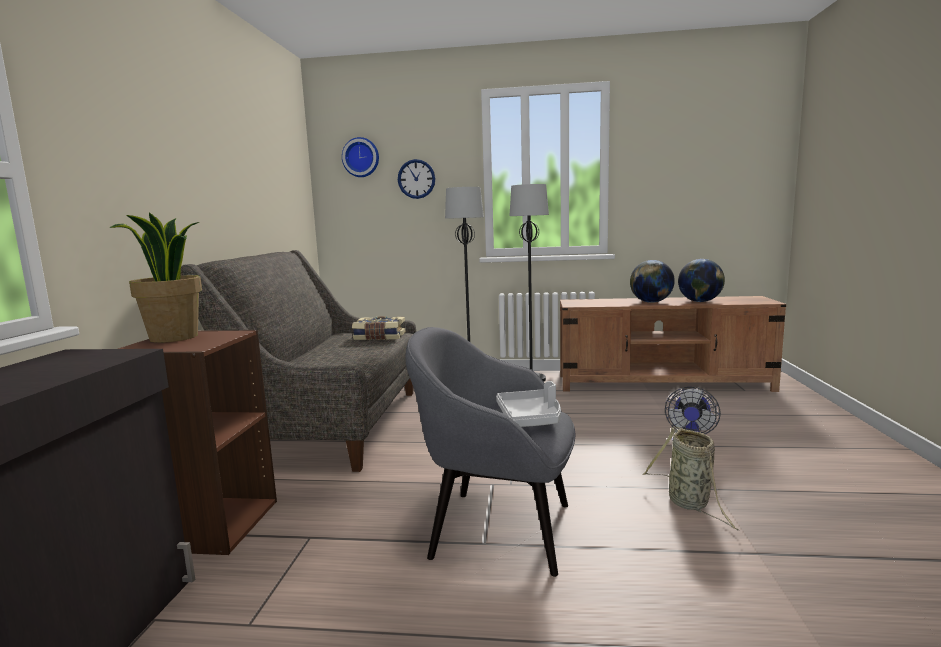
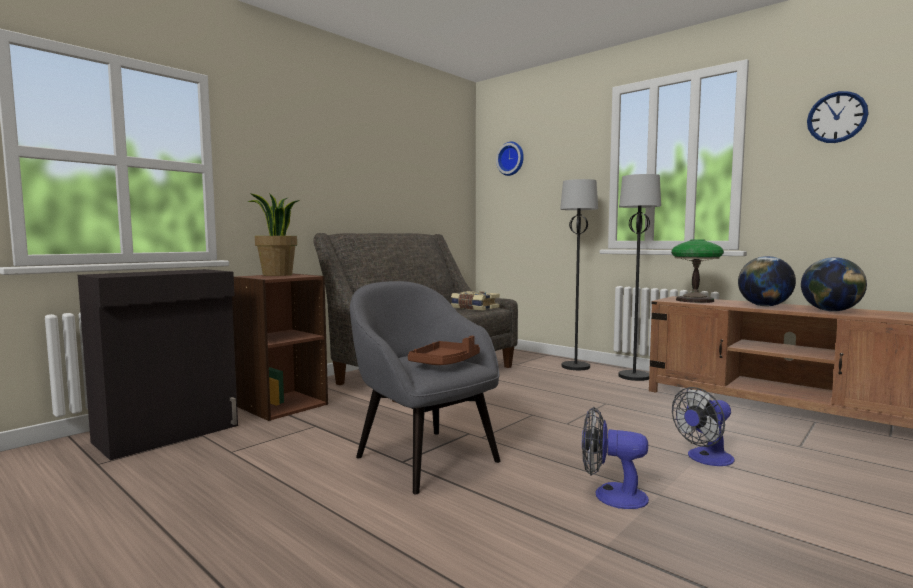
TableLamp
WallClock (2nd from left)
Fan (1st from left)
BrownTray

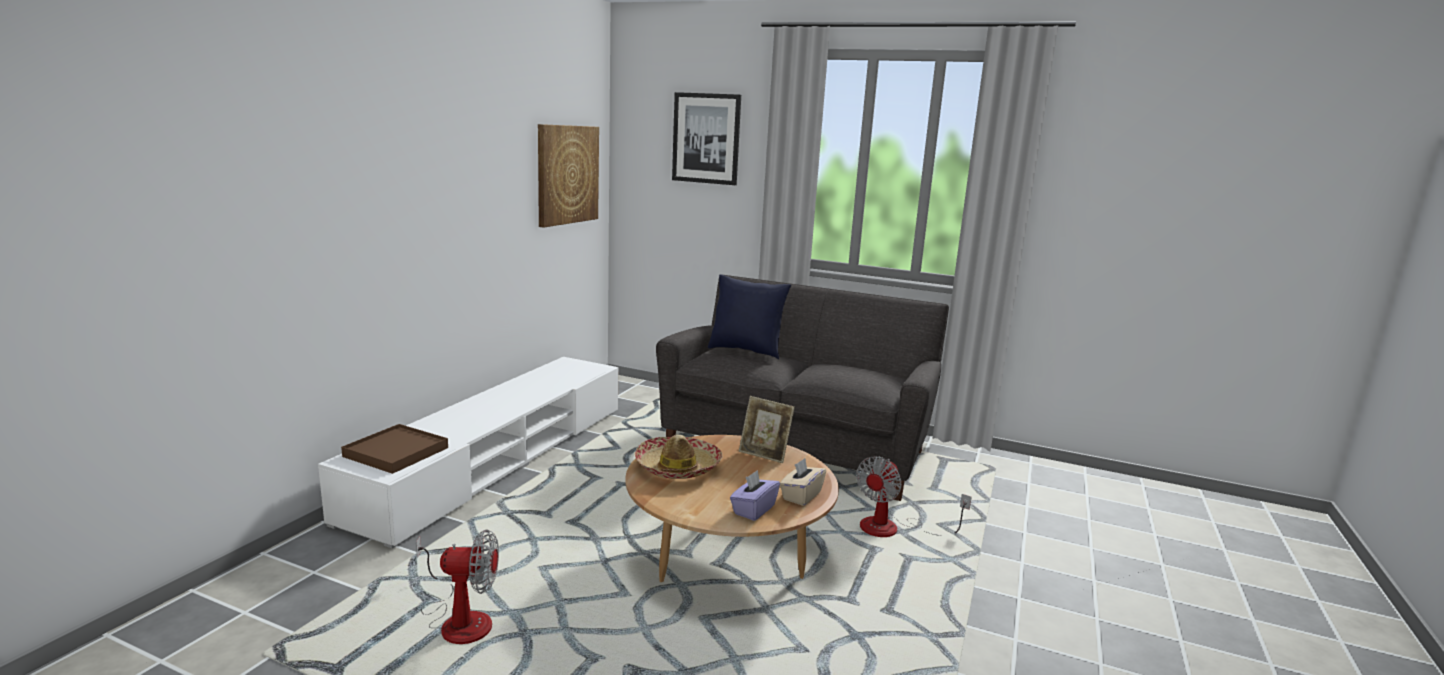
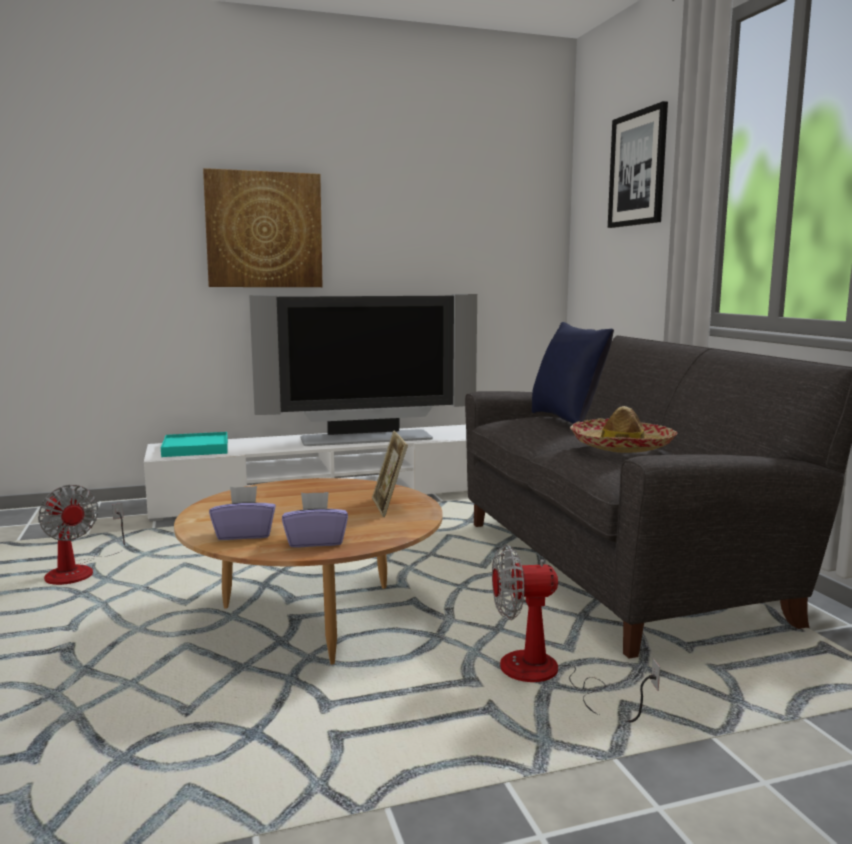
Television
Picture (1st from left)
Hat
TurquoiseTray
PurpleTissueBox (2nd from left)

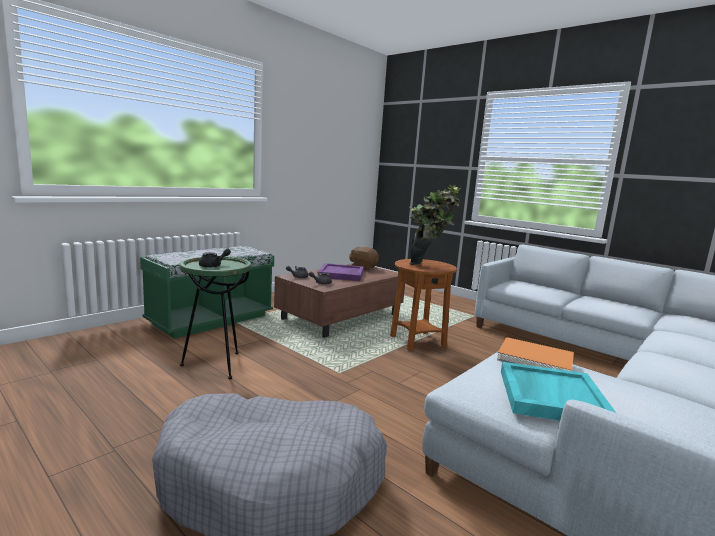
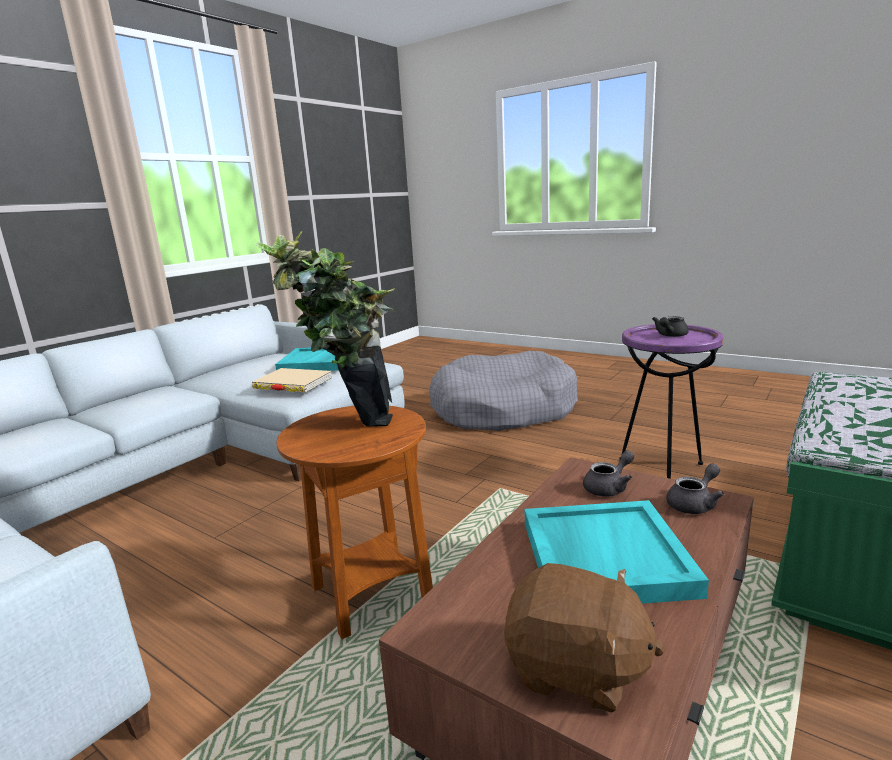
PurpleSideTable
TurquoiseTray (2nd from left)
BeigeBook

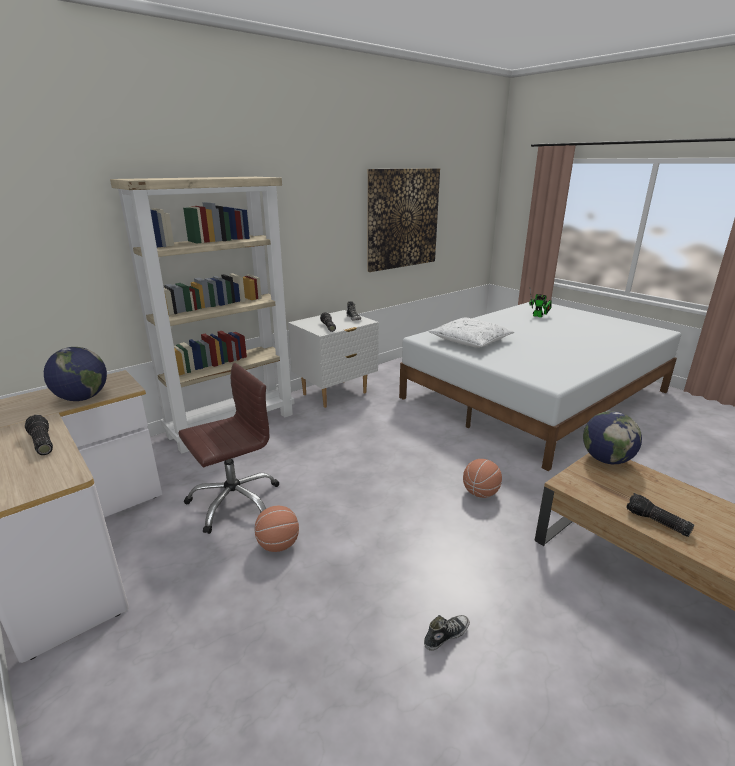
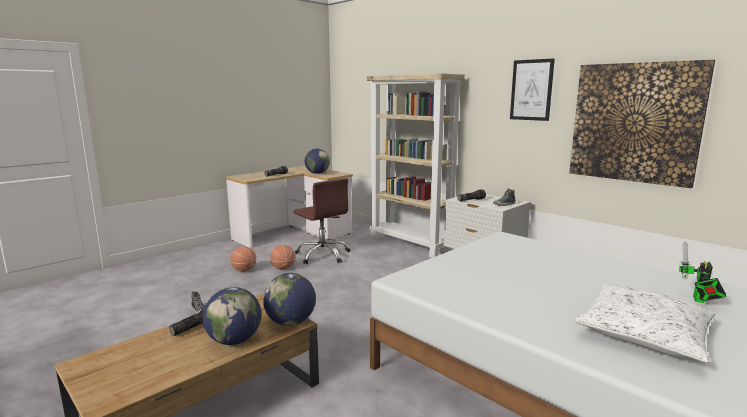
Globe (1st from left)
Picture (1st from left)
WhitePillow
Basketball (1st from left)

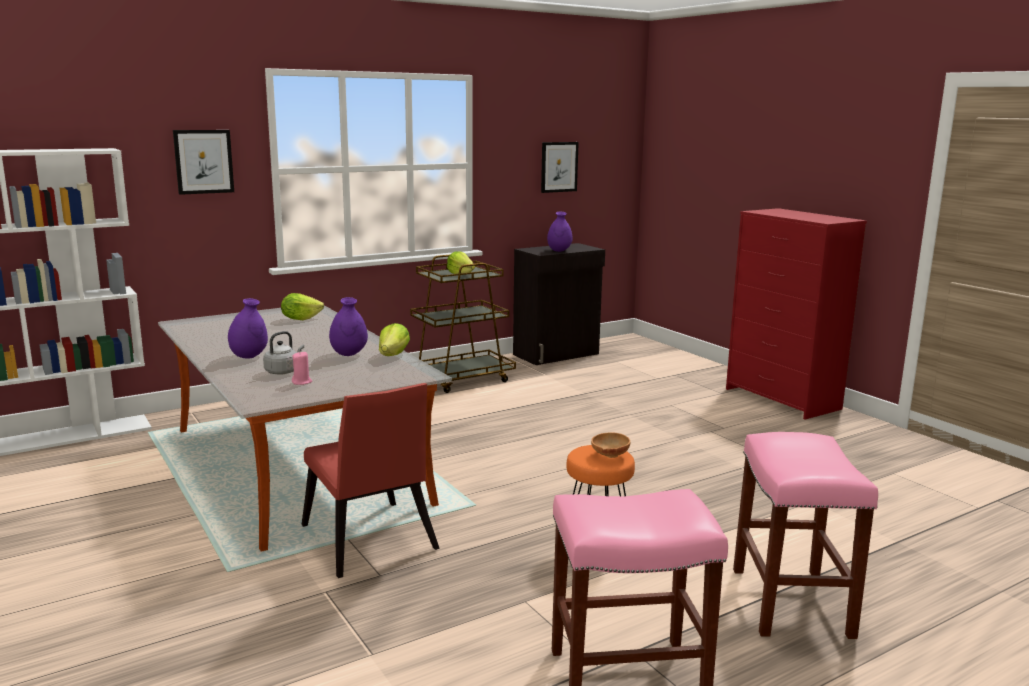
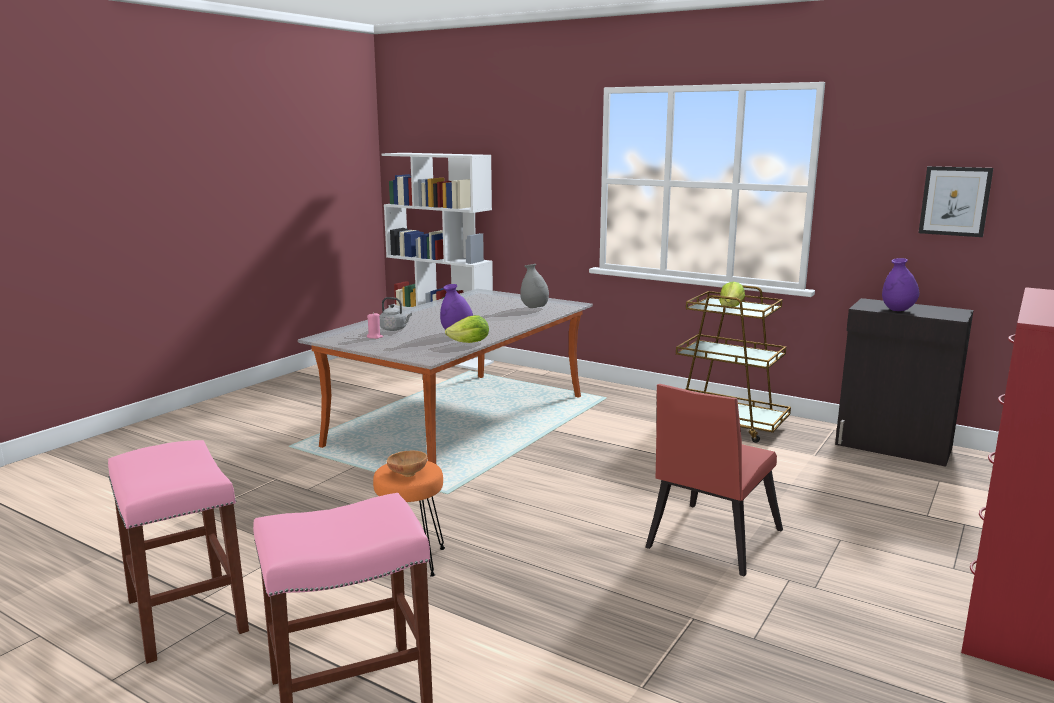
Picture (1st from left in the first image)
PurpleVase (1st from left in the first image)
RedChair
GreyVase

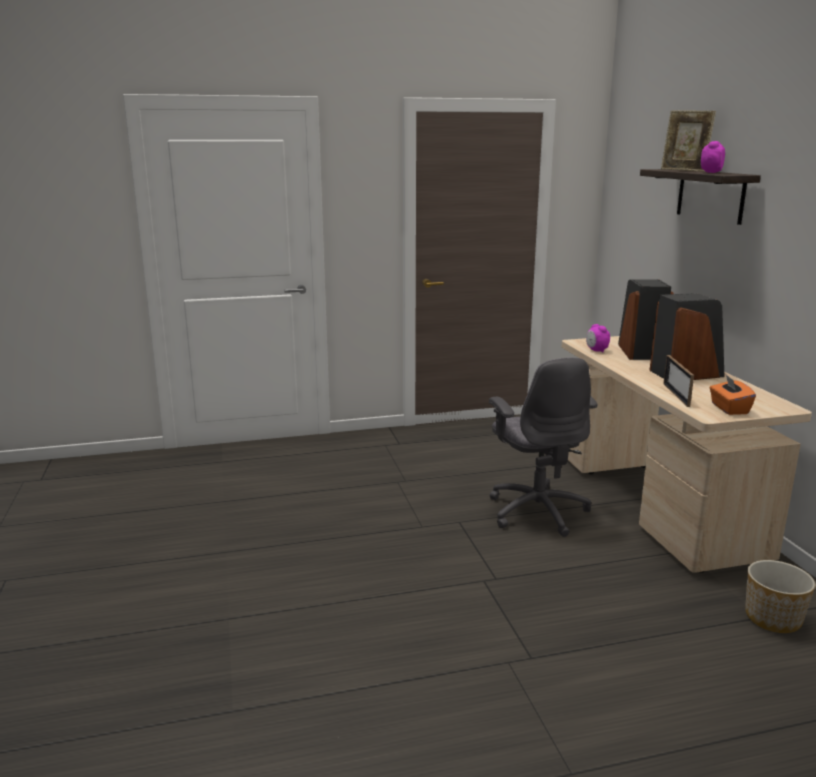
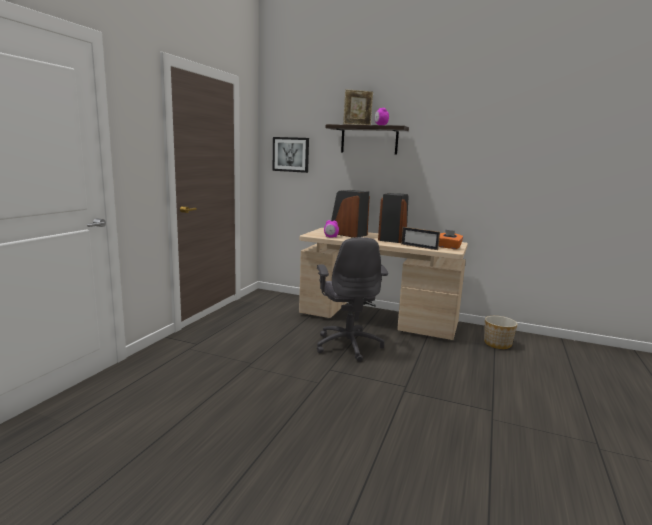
Picture
GreyOfficeChair

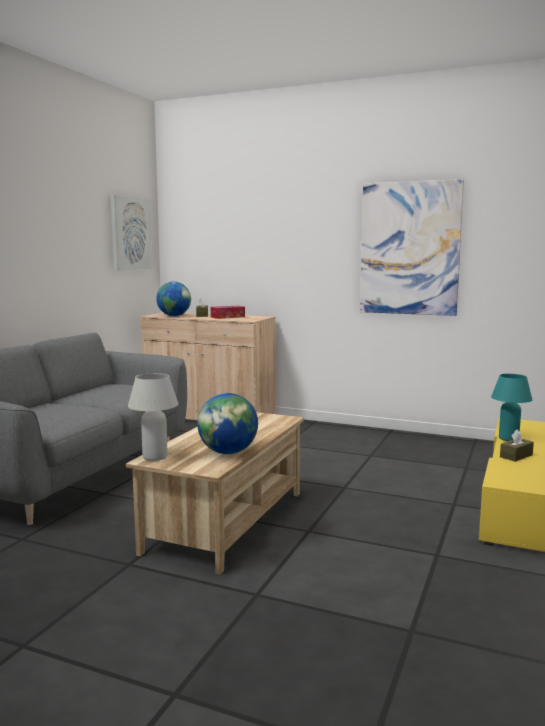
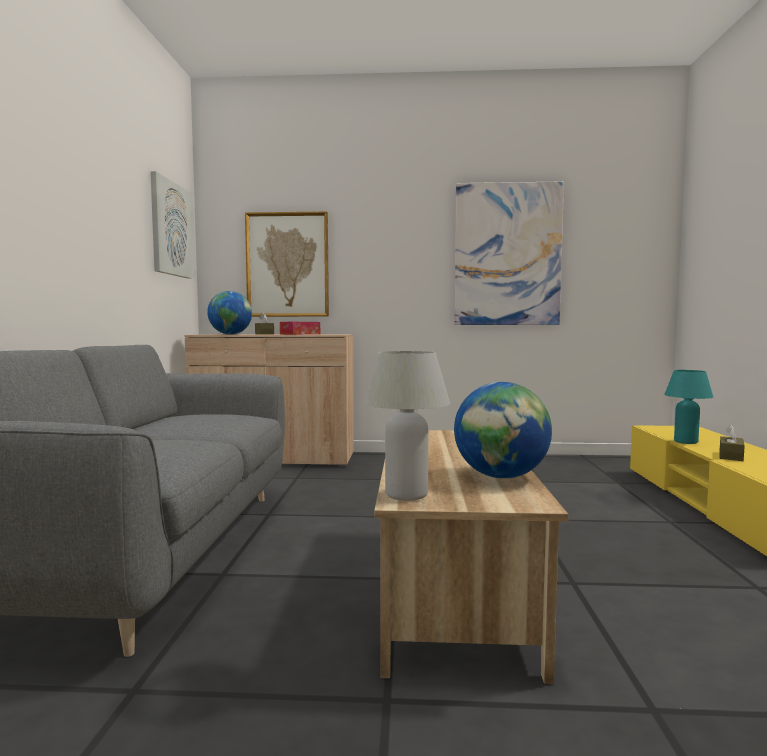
Picture (2nd from left)

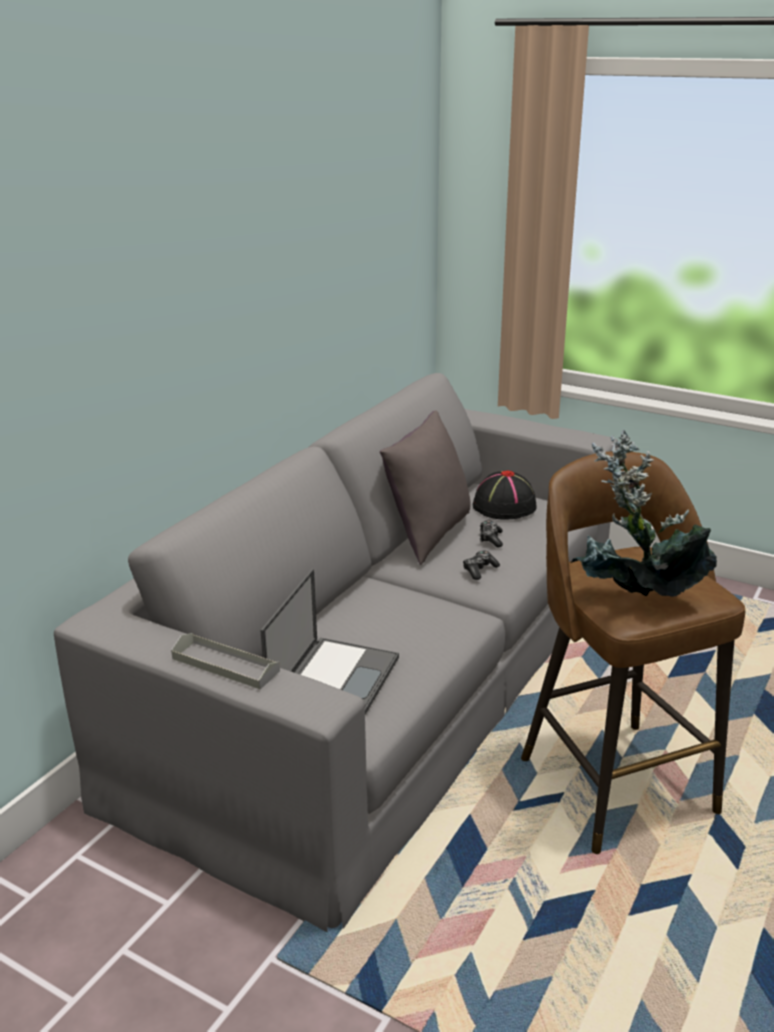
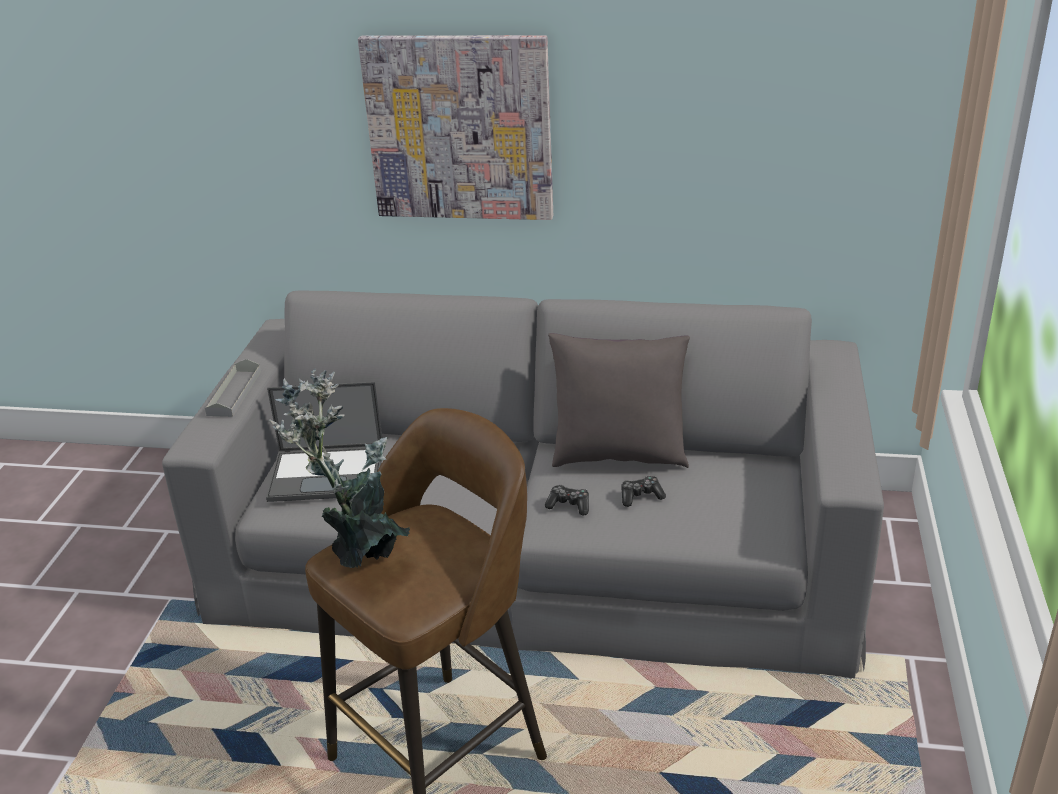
BlackHat
Picture

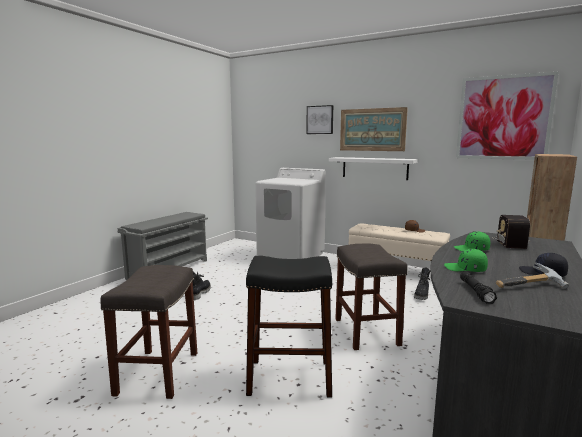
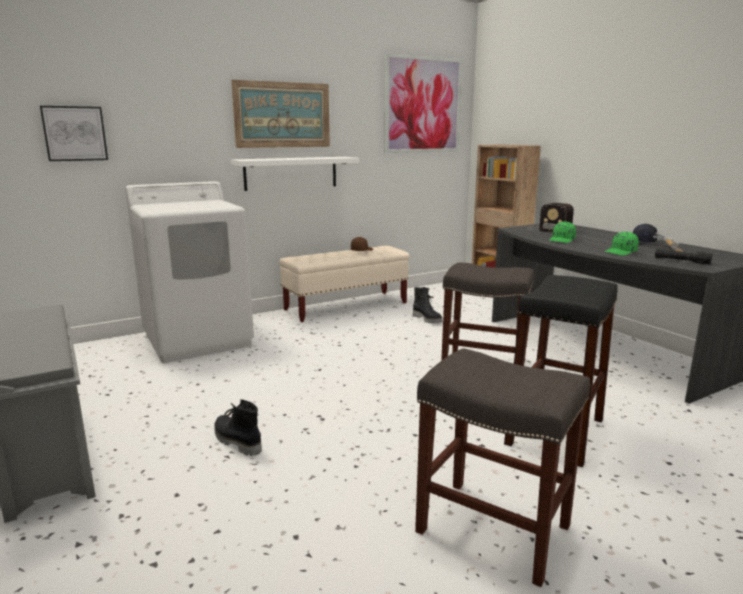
Picture (1st from left)

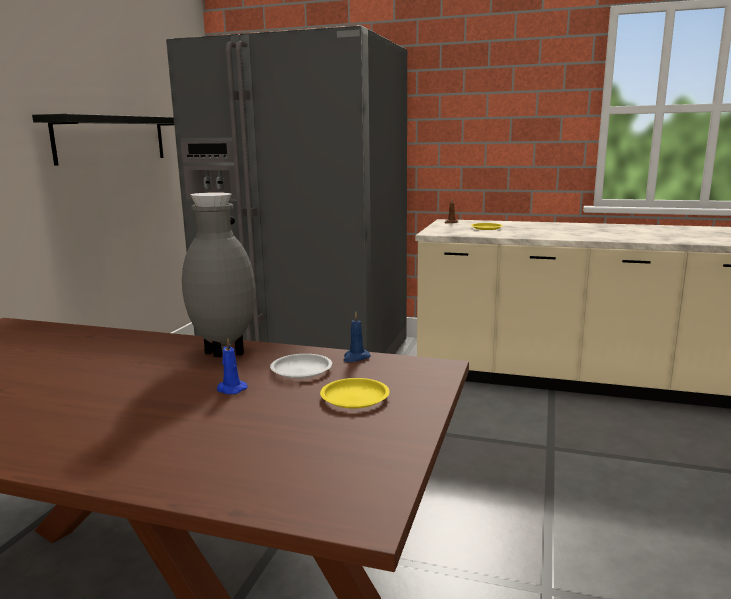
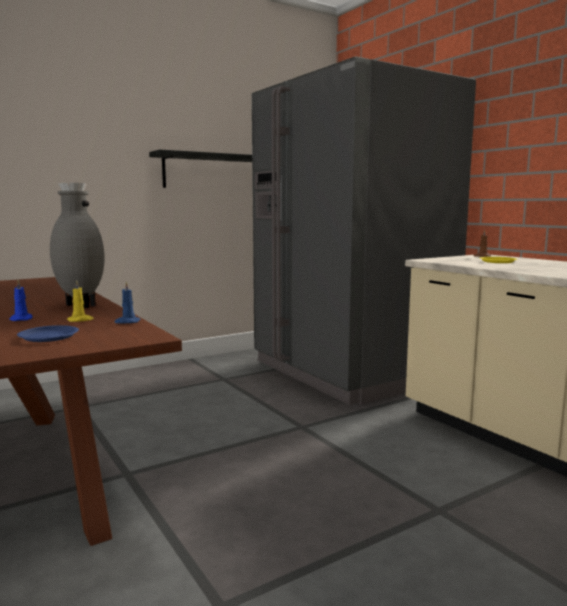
YellowCandle
BluePlate

